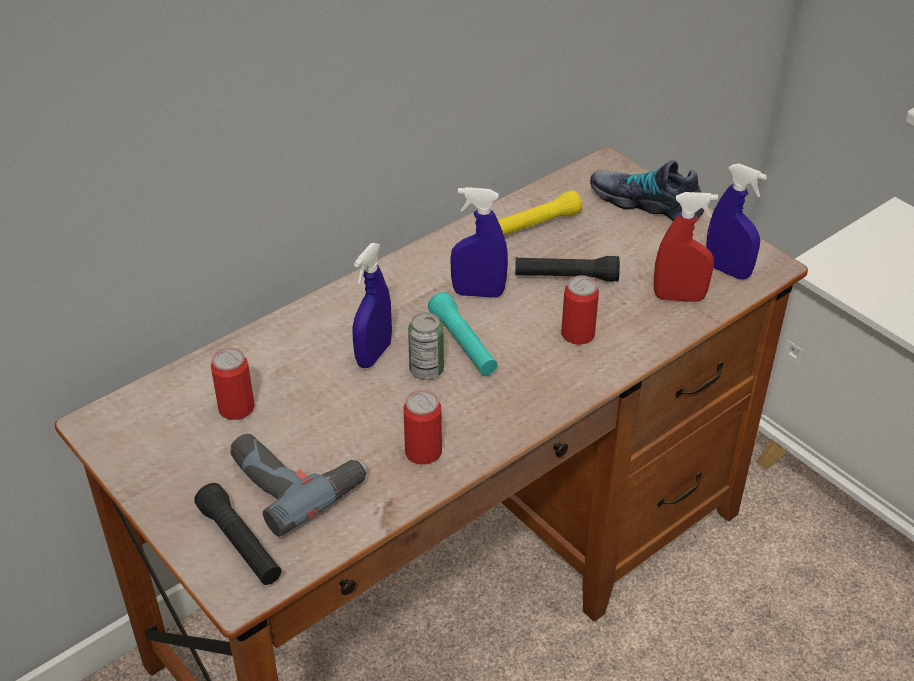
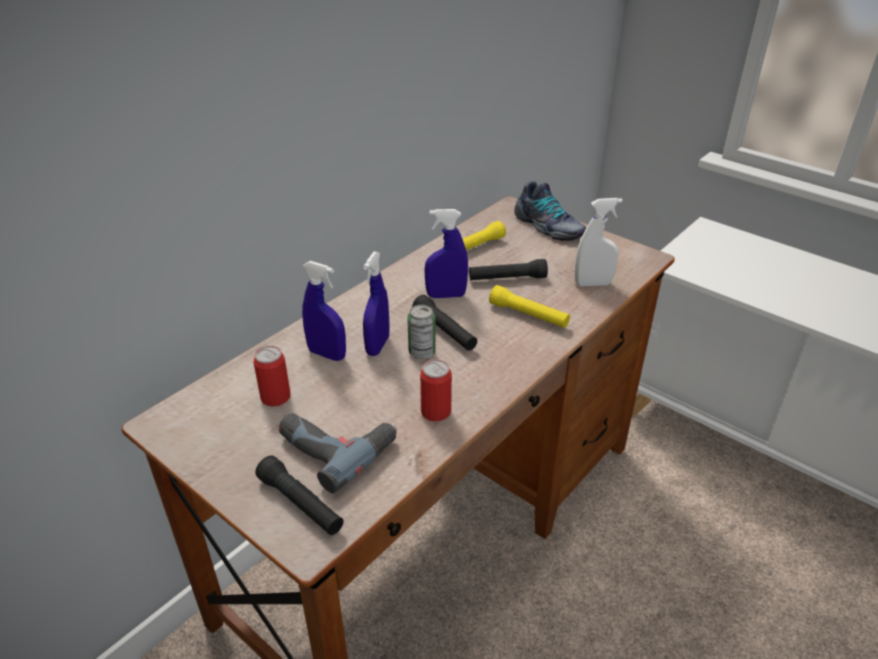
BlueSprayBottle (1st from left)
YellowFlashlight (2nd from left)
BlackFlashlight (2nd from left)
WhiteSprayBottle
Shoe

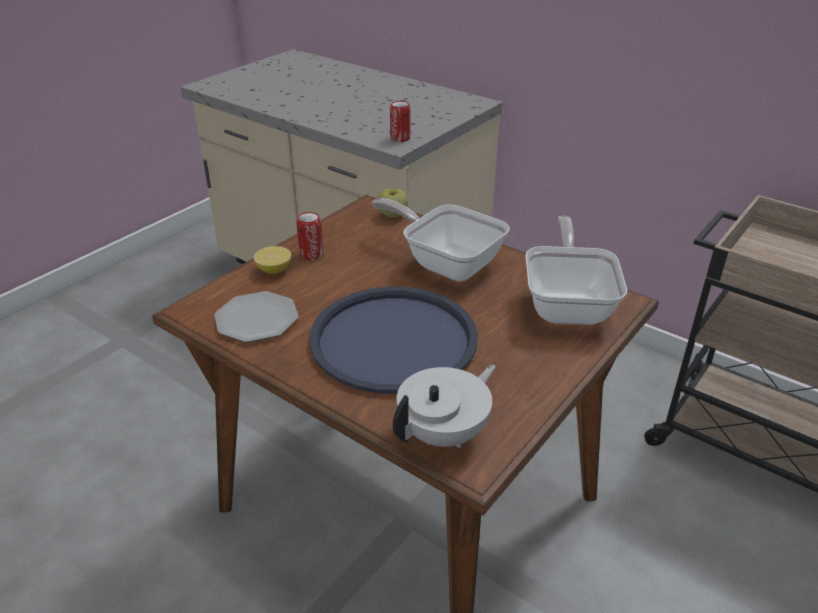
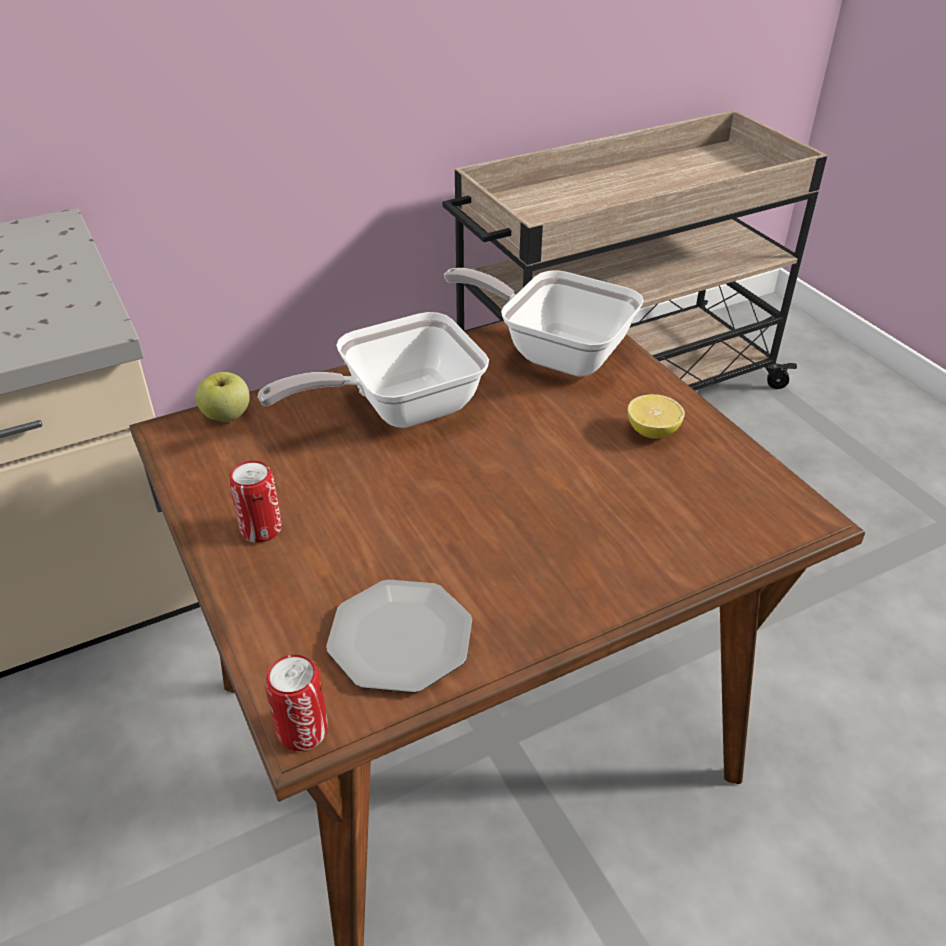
BlueTray
WhiteTeapot
Lemon
Can (2nd from left)

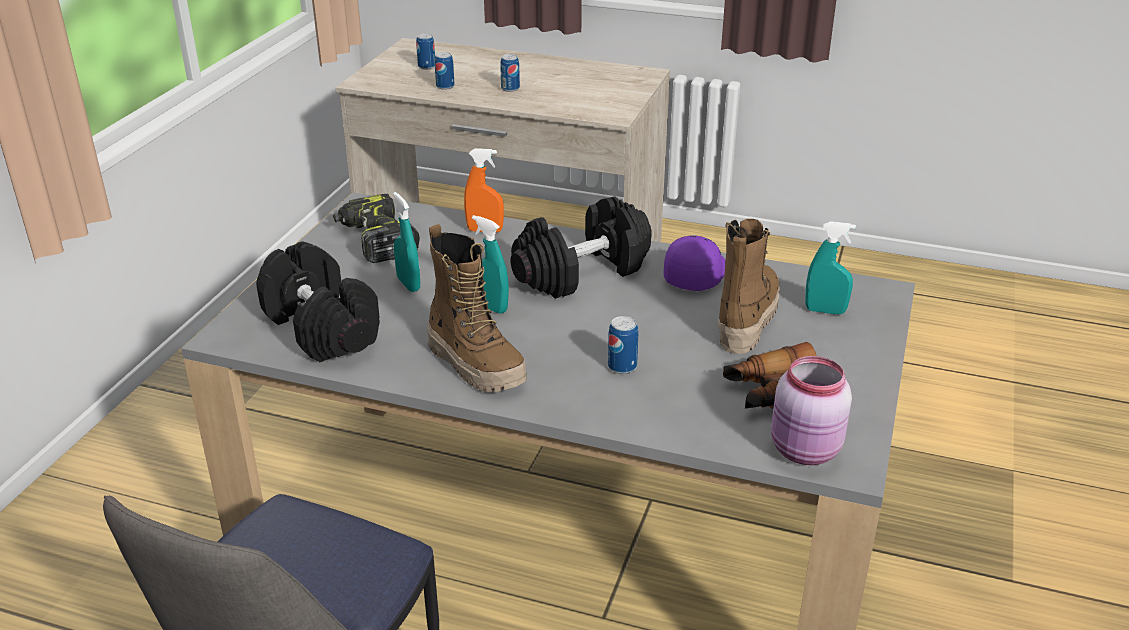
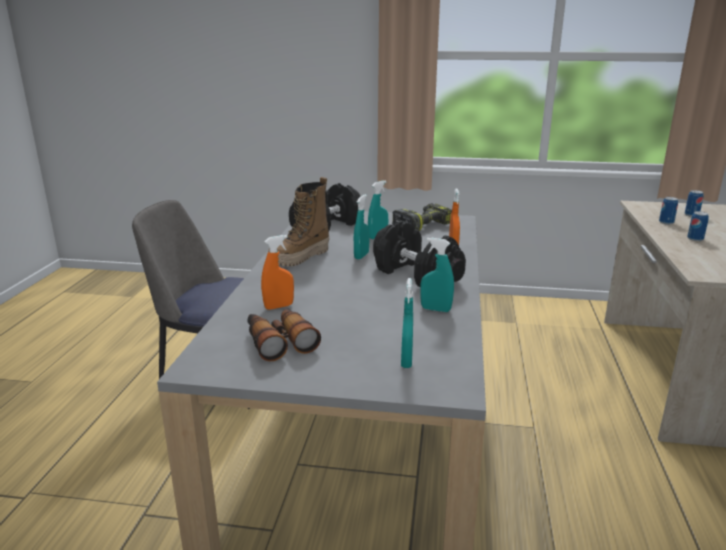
Can (4th from left in the first image)
Boot (2nd from left in the first image)
PinkJar
OrangeSprayBottle (1st from left)
TurquoiseSprayBottle (4th from left)

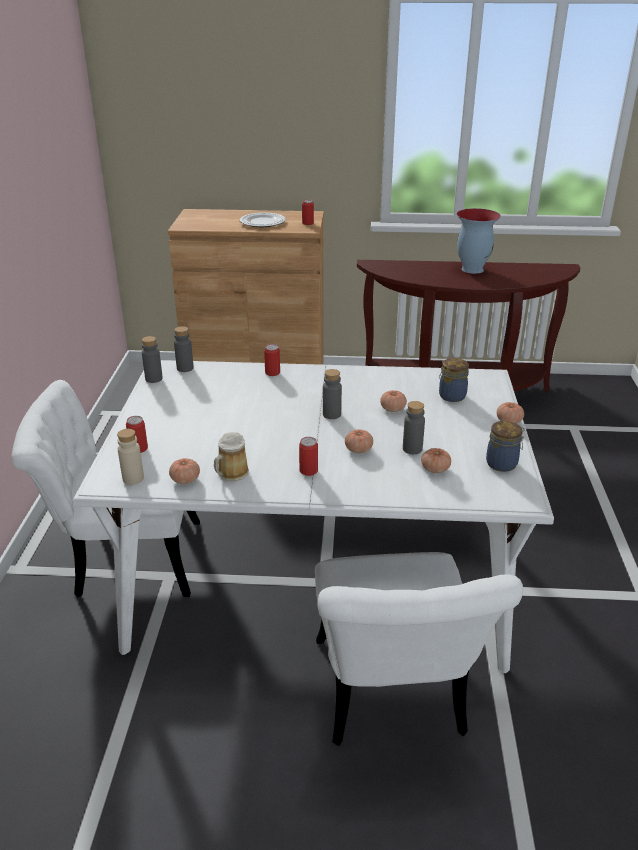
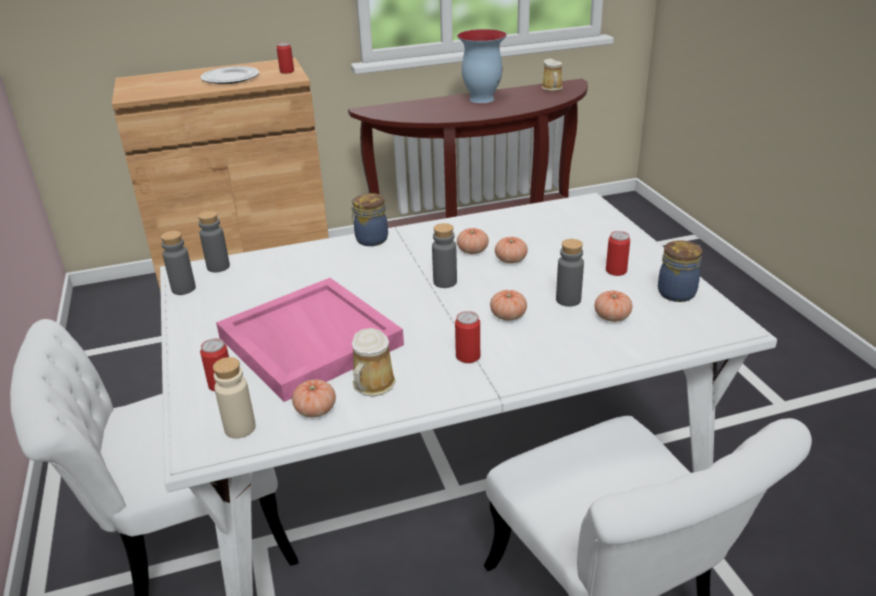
PinkTray
Mug (2nd from left)
Can (4th from left)
Jar (1st from left)
Tomato (2nd from left)

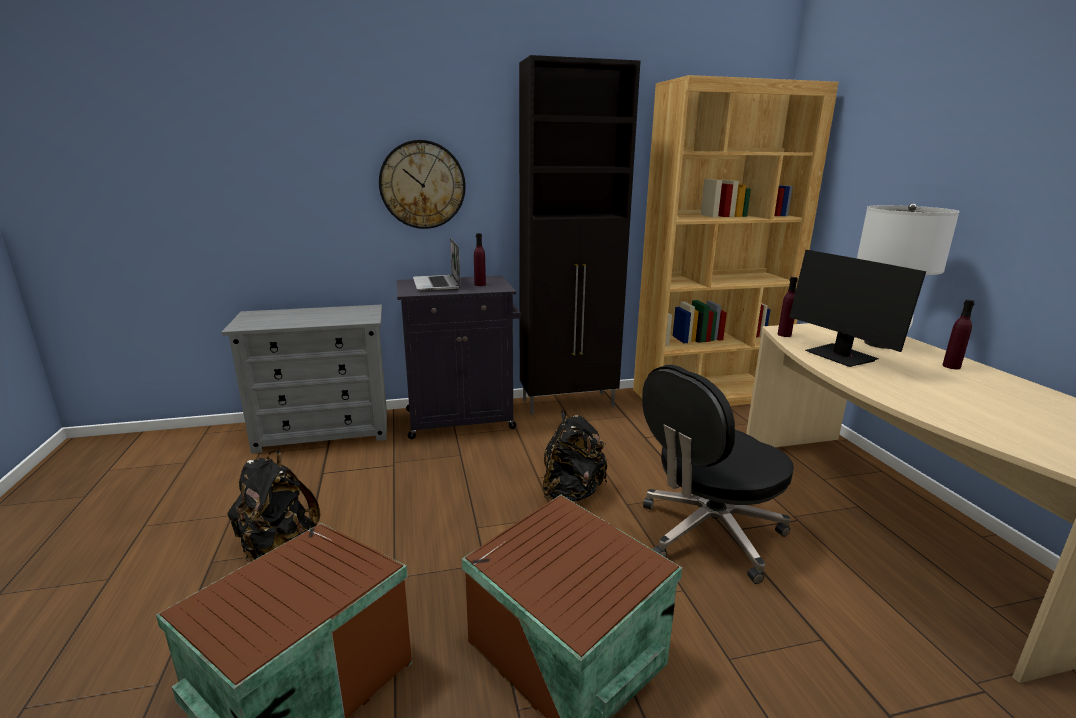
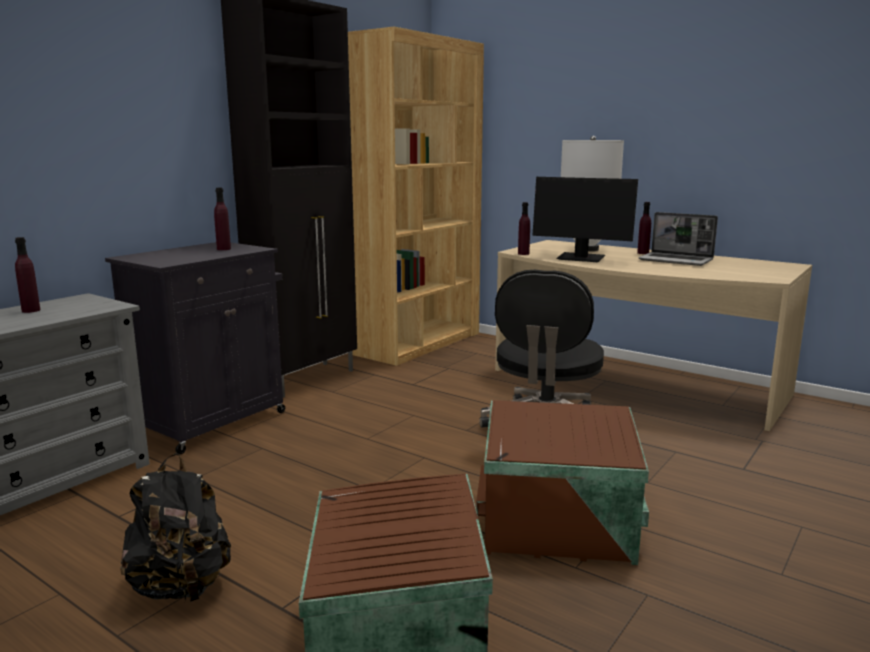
WallClock
BlackBackpack (2nd from left in the first image)
PurpleBottle (1st from left)
Laptop

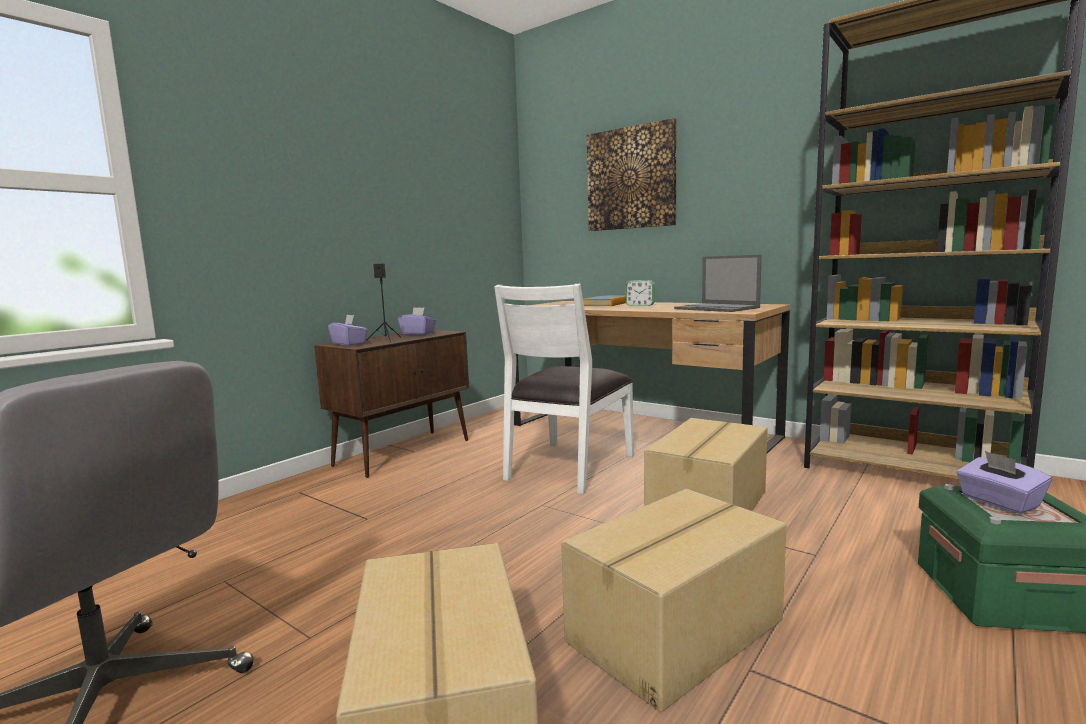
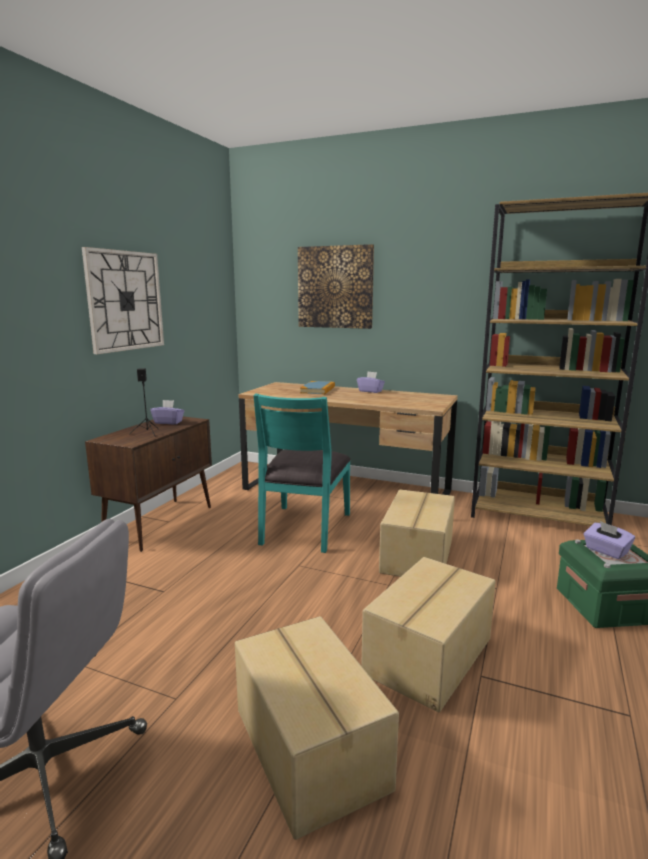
AlarmClock
Laptop
WallClock
PurpleTissueBox (2nd from left)
TurquoiseChair

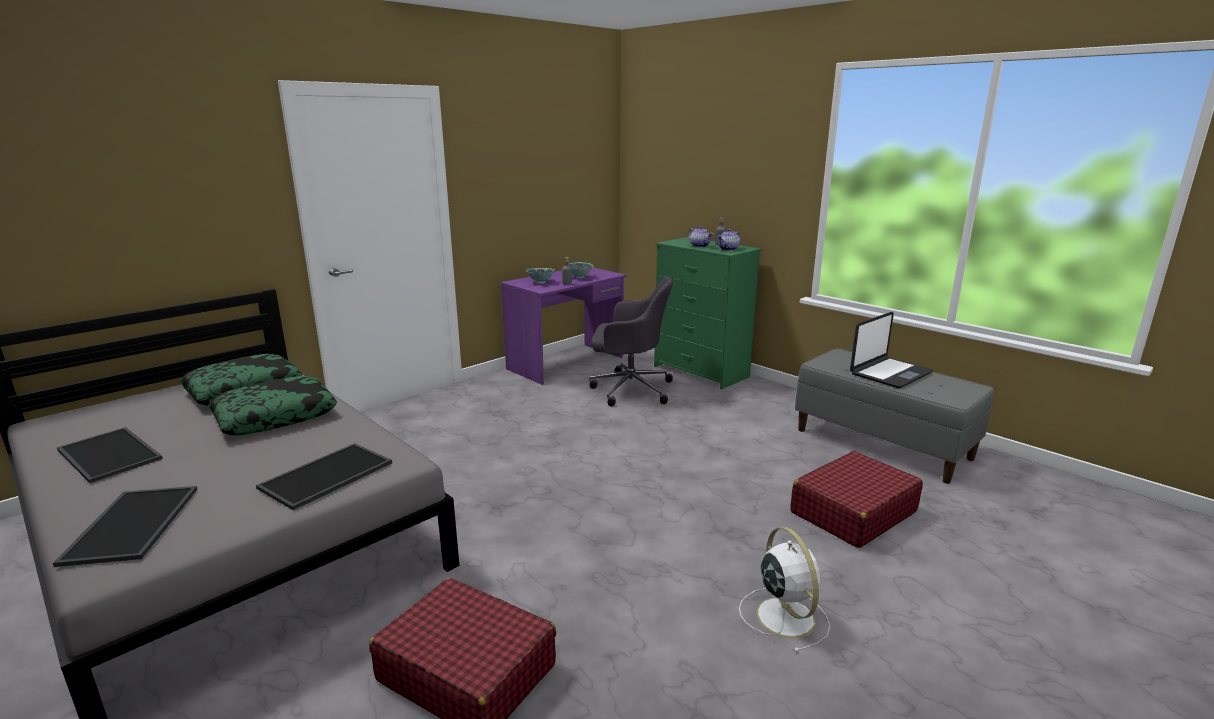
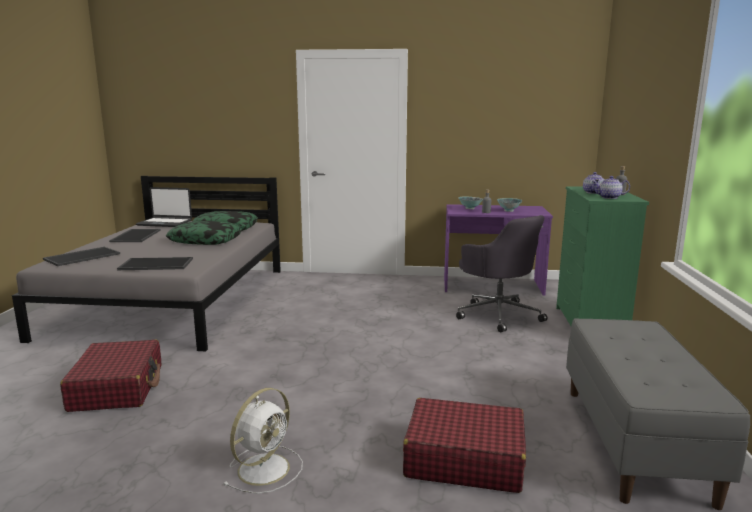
Laptop

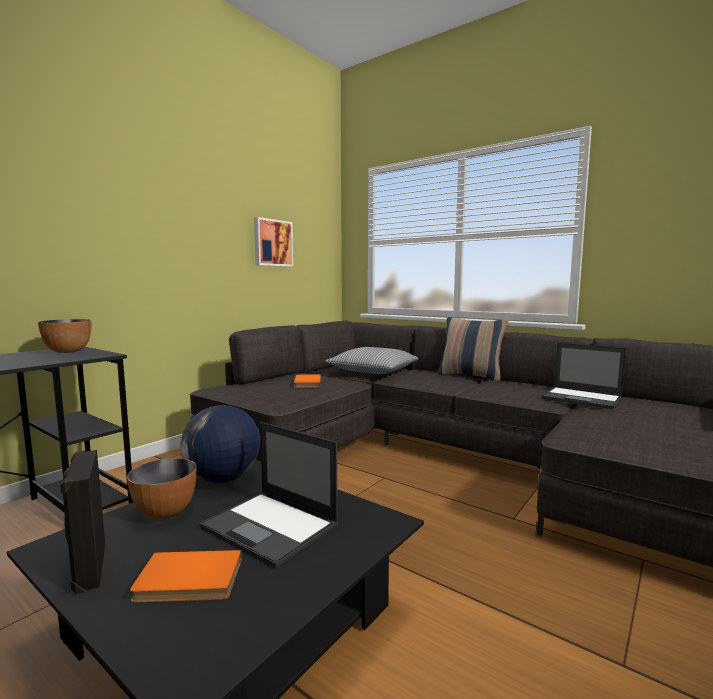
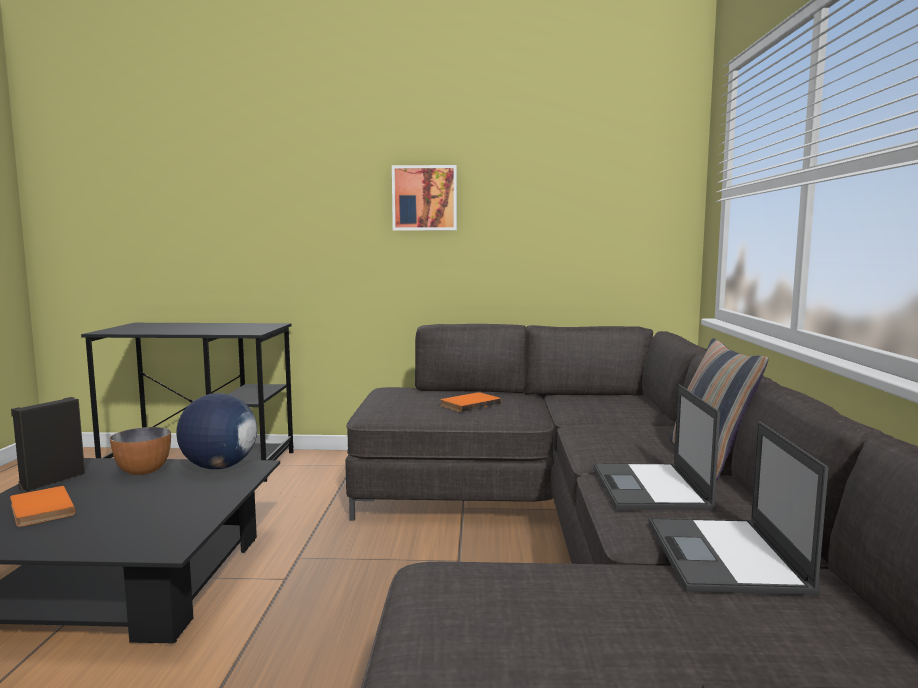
Bowl (1st from left in the first image)
Pillow (1st from left in the first image)
Laptop (1st from left)
Picture

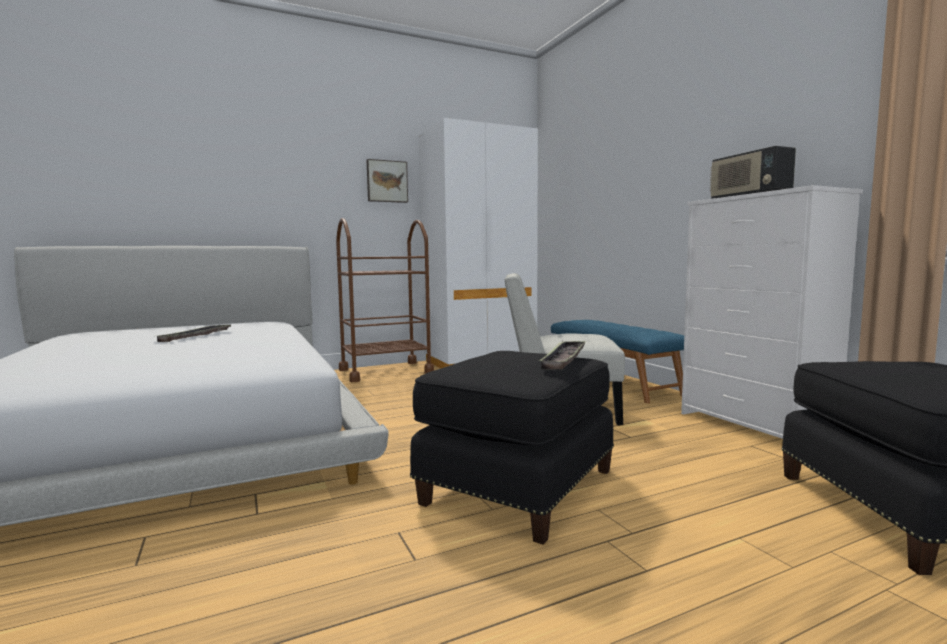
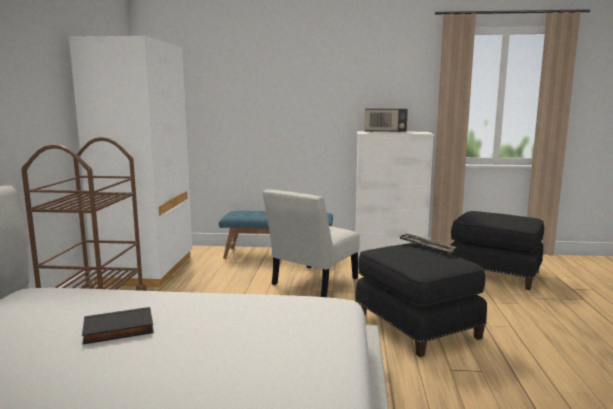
Picture
BlackBook

